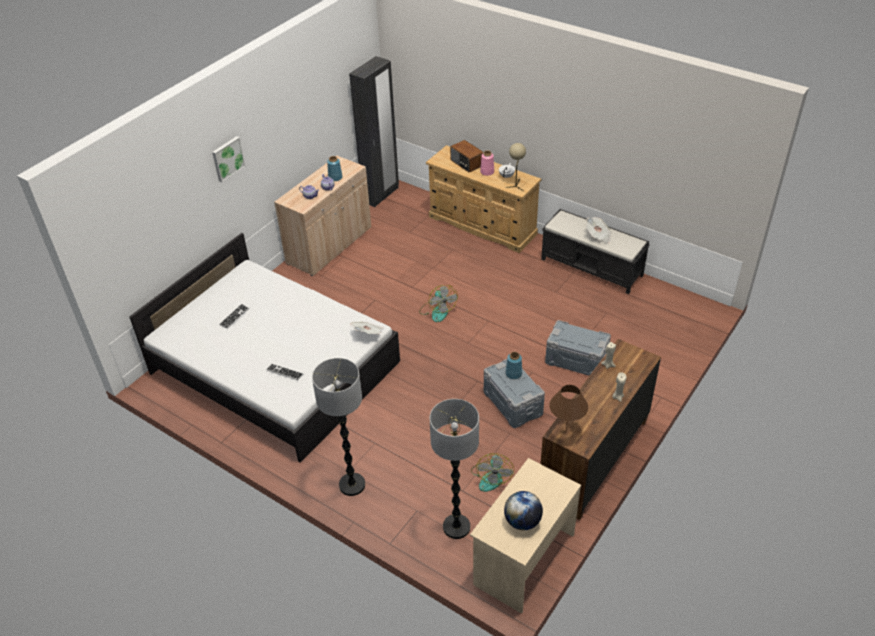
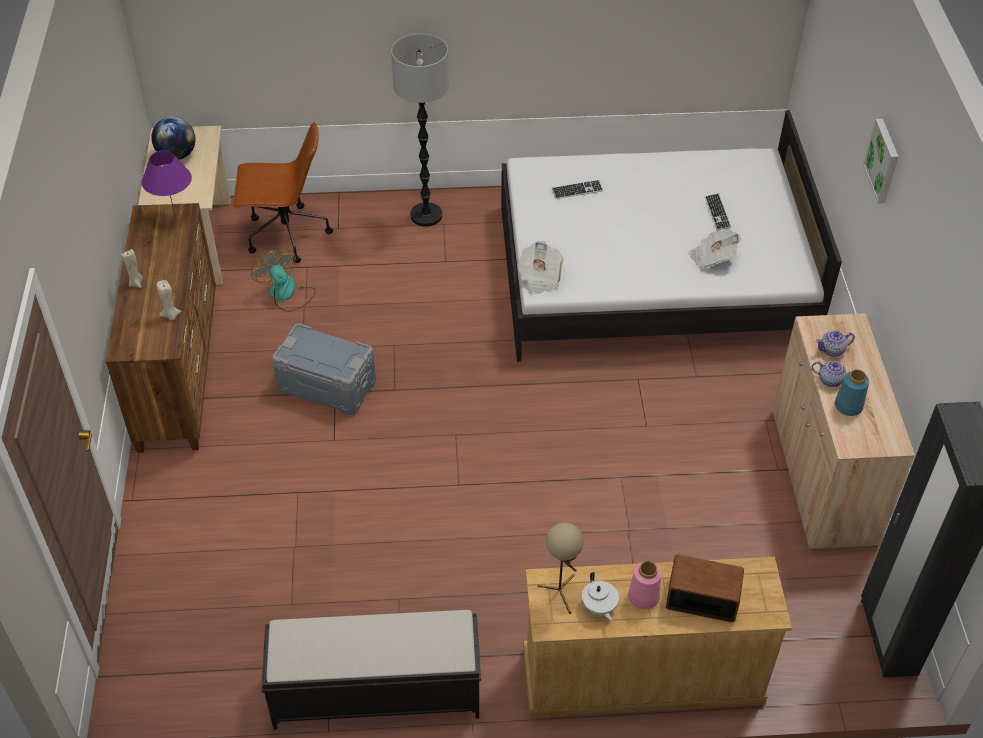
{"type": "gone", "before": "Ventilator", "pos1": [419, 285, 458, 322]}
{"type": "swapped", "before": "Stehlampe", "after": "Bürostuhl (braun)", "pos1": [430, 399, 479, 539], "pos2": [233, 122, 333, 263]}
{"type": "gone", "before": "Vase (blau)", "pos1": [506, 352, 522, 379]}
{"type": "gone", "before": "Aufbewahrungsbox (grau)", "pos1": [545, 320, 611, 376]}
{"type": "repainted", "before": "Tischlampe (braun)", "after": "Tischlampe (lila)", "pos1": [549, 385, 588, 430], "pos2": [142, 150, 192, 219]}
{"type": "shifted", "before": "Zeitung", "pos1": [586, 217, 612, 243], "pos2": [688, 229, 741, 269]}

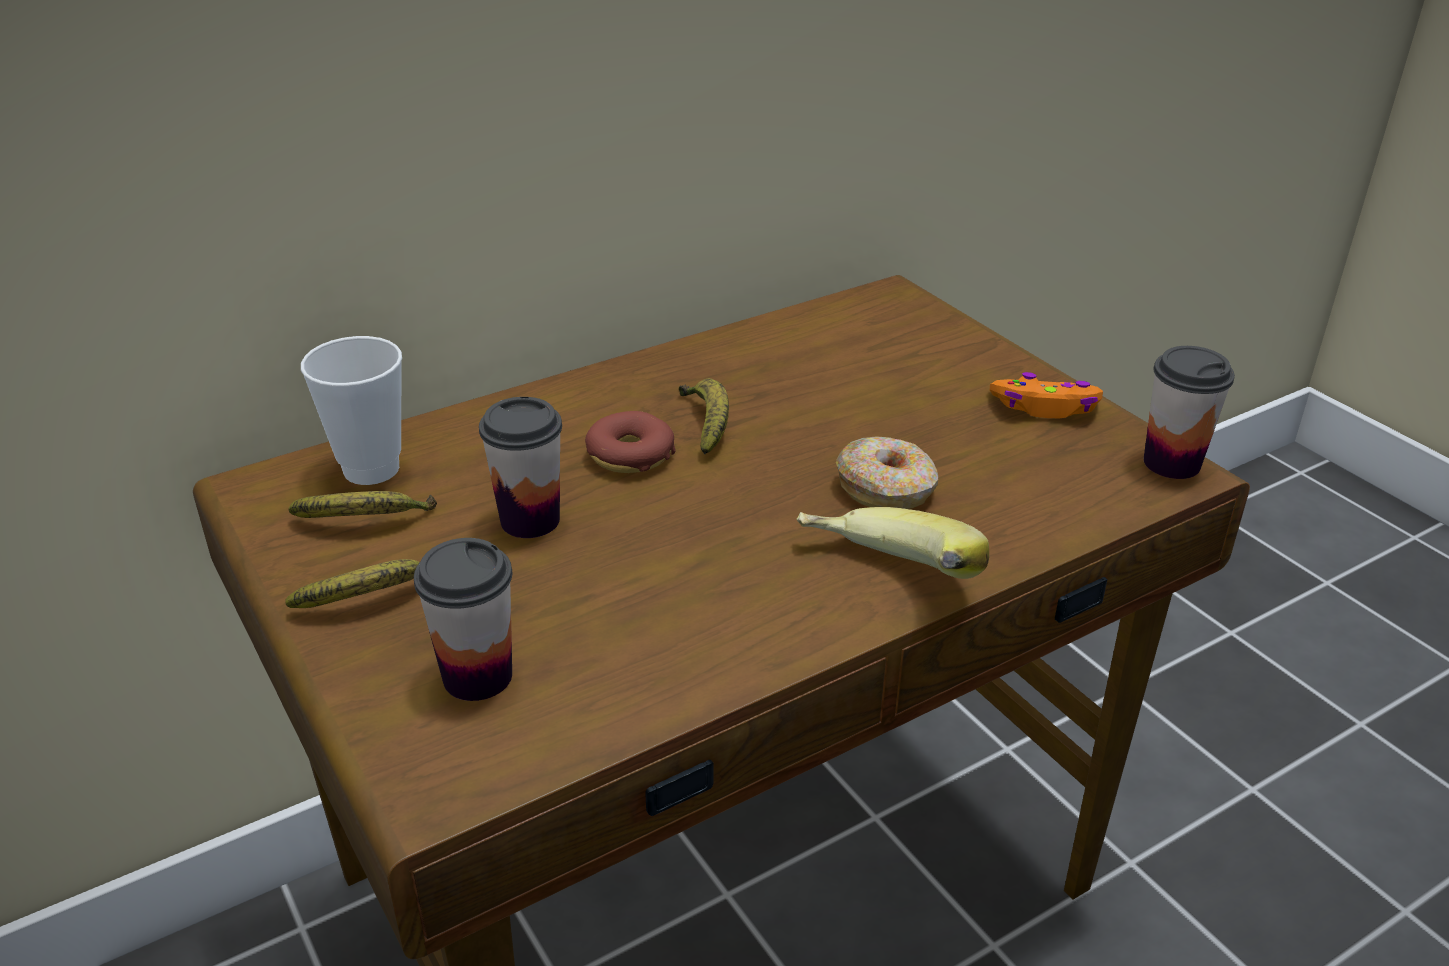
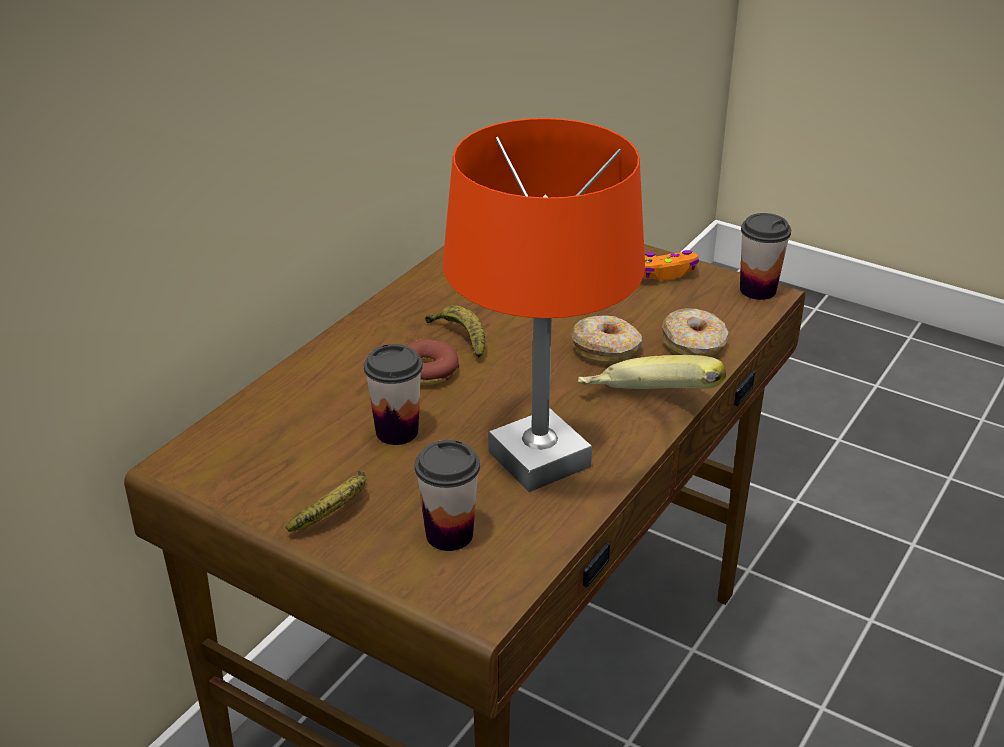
{"type": "gone", "before": "Banane", "pos1": [289, 491, 437, 518]}
{"type": "gone", "before": "Tasse", "pos1": [301, 336, 402, 485]}
{"type": "new", "after": "Tischlampe (orange)", "pos2": [443, 118, 645, 492]}
{"type": "new", "after": "Donut", "pos2": [662, 308, 729, 357]}

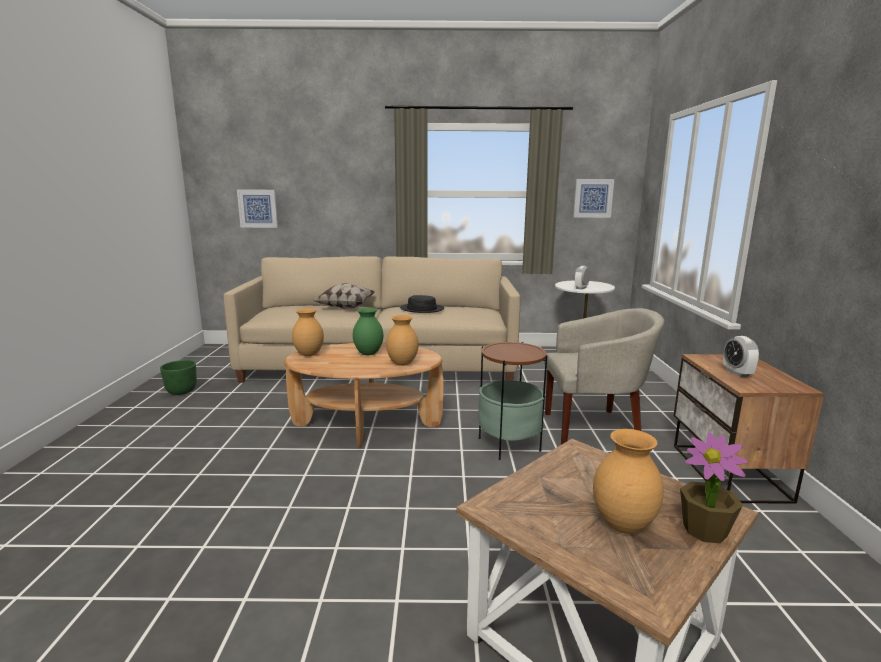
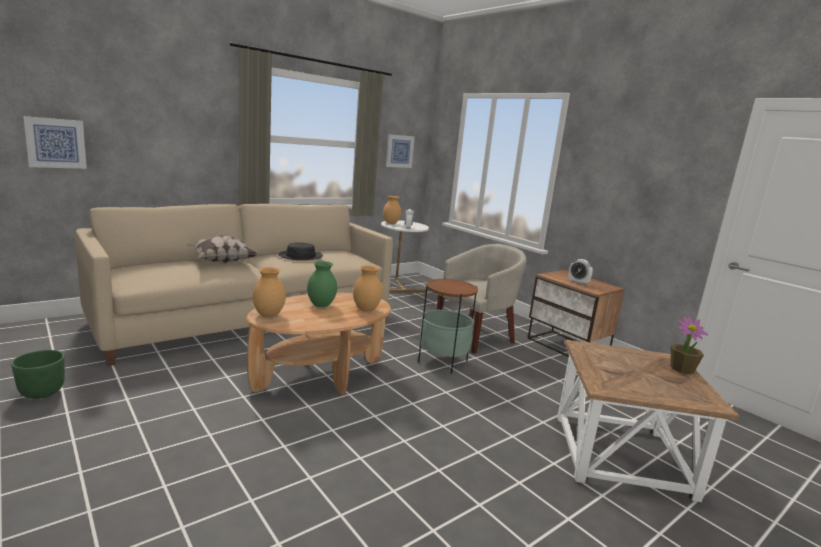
{"type": "shifted", "before": "Vase (braun)", "pos1": [593, 429, 664, 534], "pos2": [383, 196, 401, 224]}

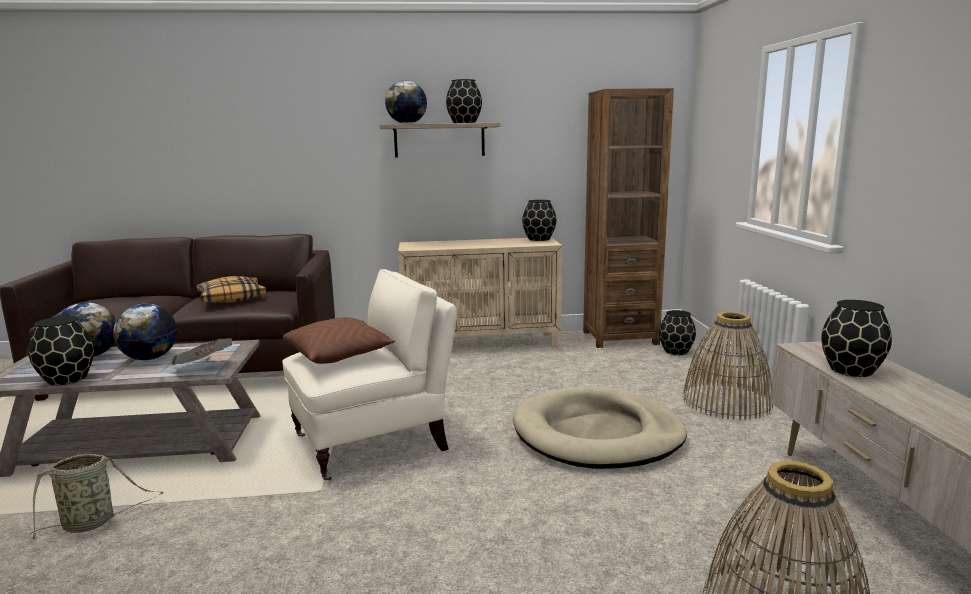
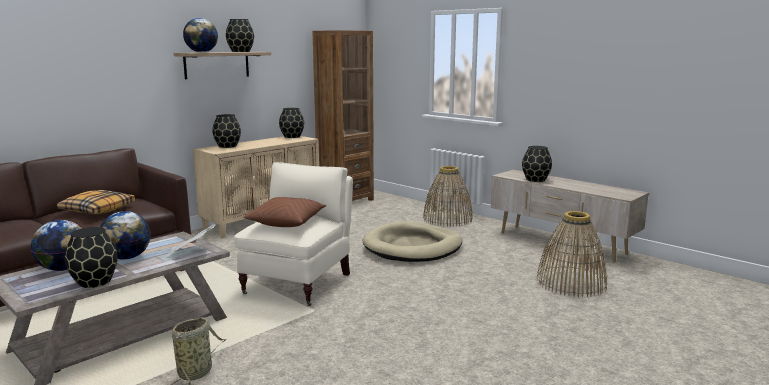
{"type": "shifted", "before": "Vase (schwarz)", "pos1": [659, 310, 696, 355], "pos2": [212, 114, 241, 148]}

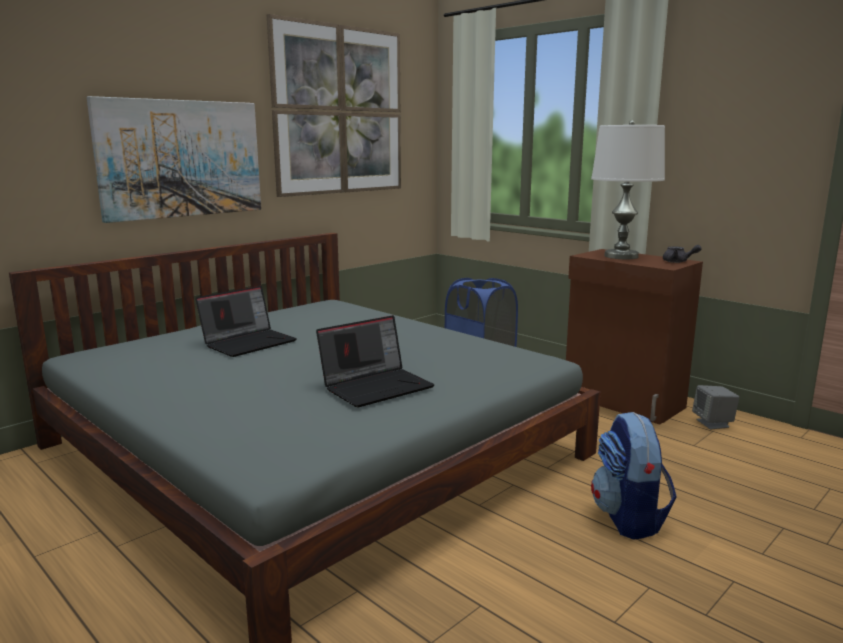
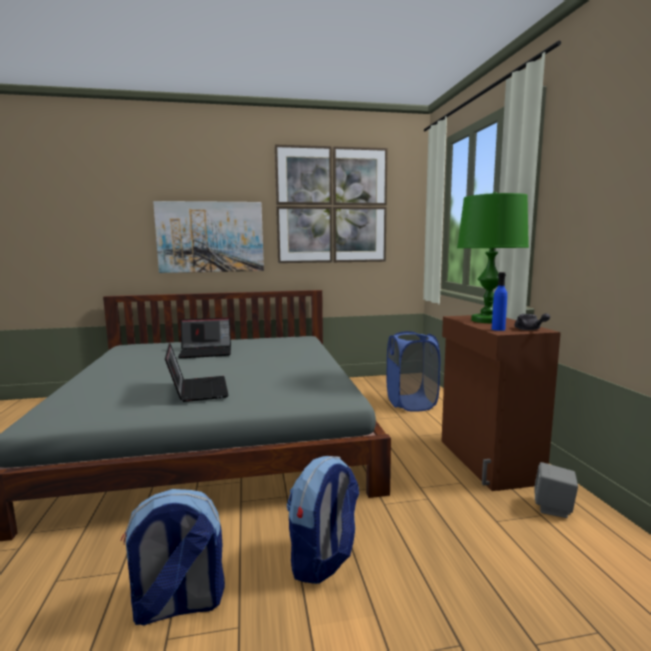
{"type": "rotated", "before": "Laptop", "pos1": [316, 315, 434, 408], "pos2": [165, 343, 229, 402], "turn": -105}
{"type": "repainted", "before": "Tischlampe (weiß)", "after": "Tischlampe (grün)", "pos1": [591, 120, 665, 259], "pos2": [457, 192, 529, 323]}
{"type": "new", "after": "Rucksack", "pos2": [121, 489, 225, 625]}
{"type": "new", "after": "Flasche (blau)", "pos2": [492, 272, 507, 331]}

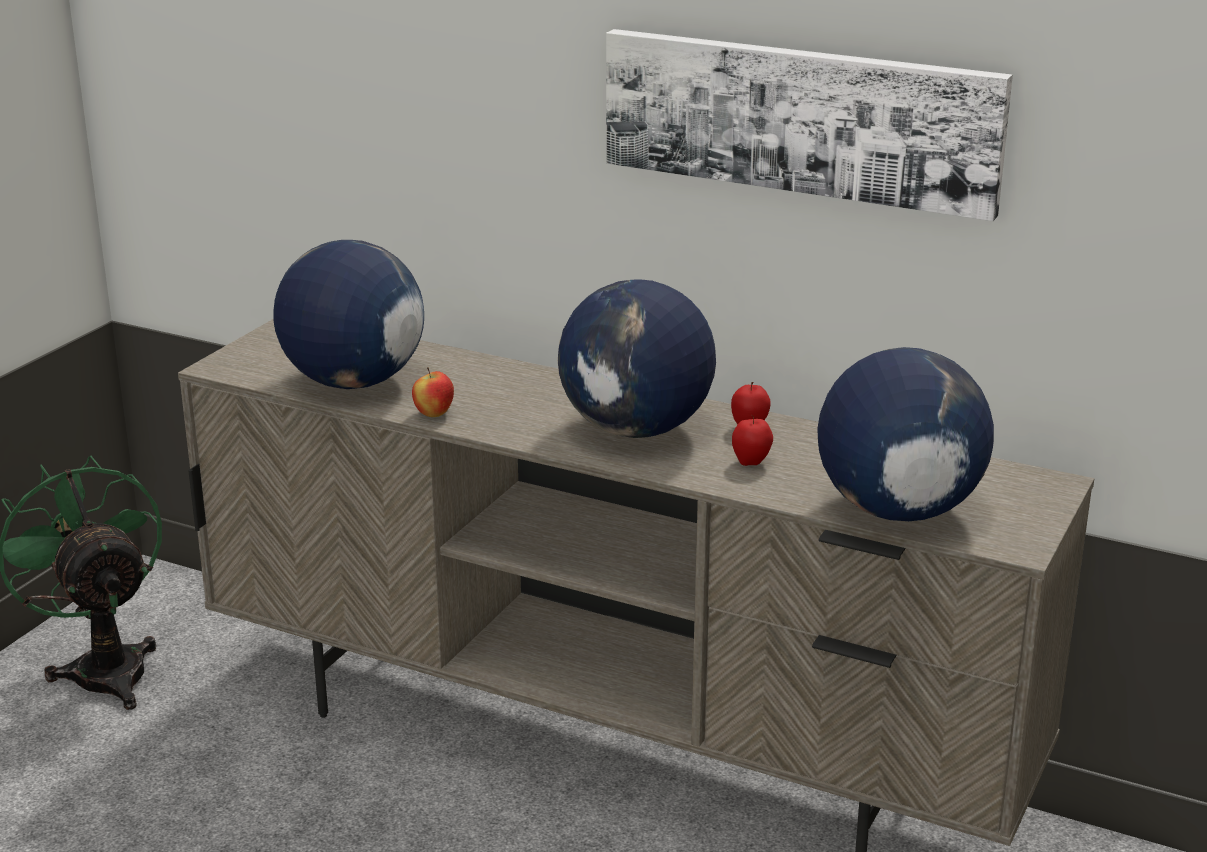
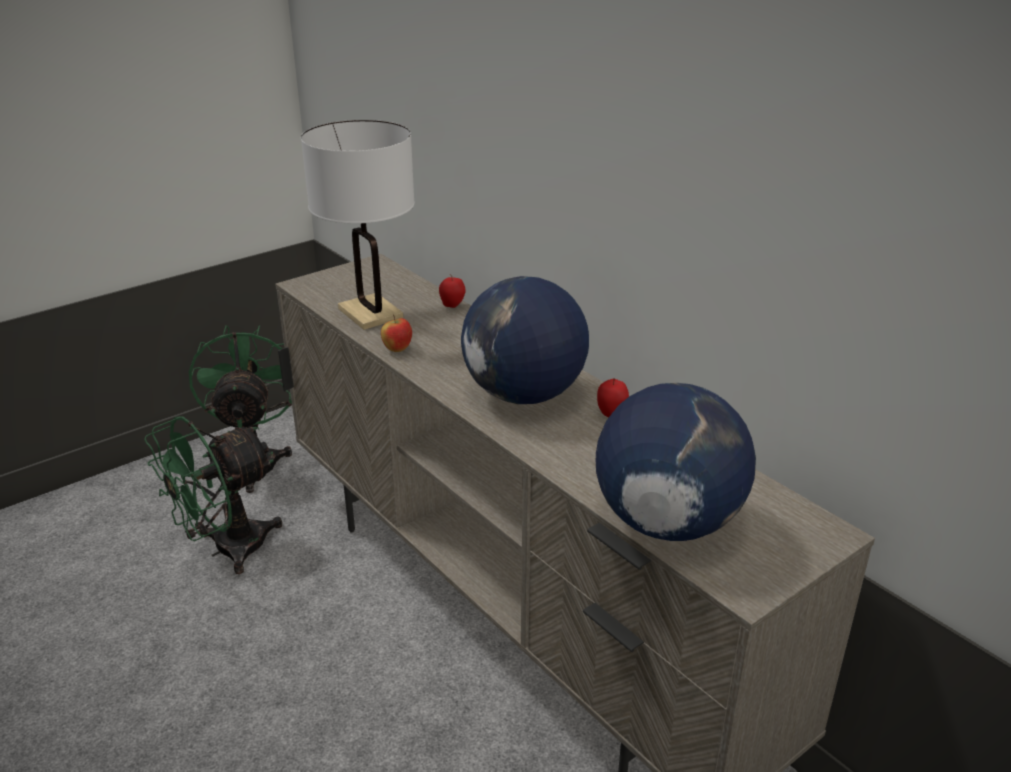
{"type": "swapped", "before": "Globus", "after": "Tischlampe (weiß)", "pos1": [273, 240, 424, 389], "pos2": [301, 120, 415, 330]}
{"type": "gone", "before": "Bild", "pos1": [606, 29, 1013, 221]}
{"type": "shifted", "before": "Apfel", "pos1": [732, 415, 773, 466], "pos2": [439, 274, 466, 308]}
{"type": "new", "after": "Ventilator (grün)", "pos2": [144, 417, 282, 574]}

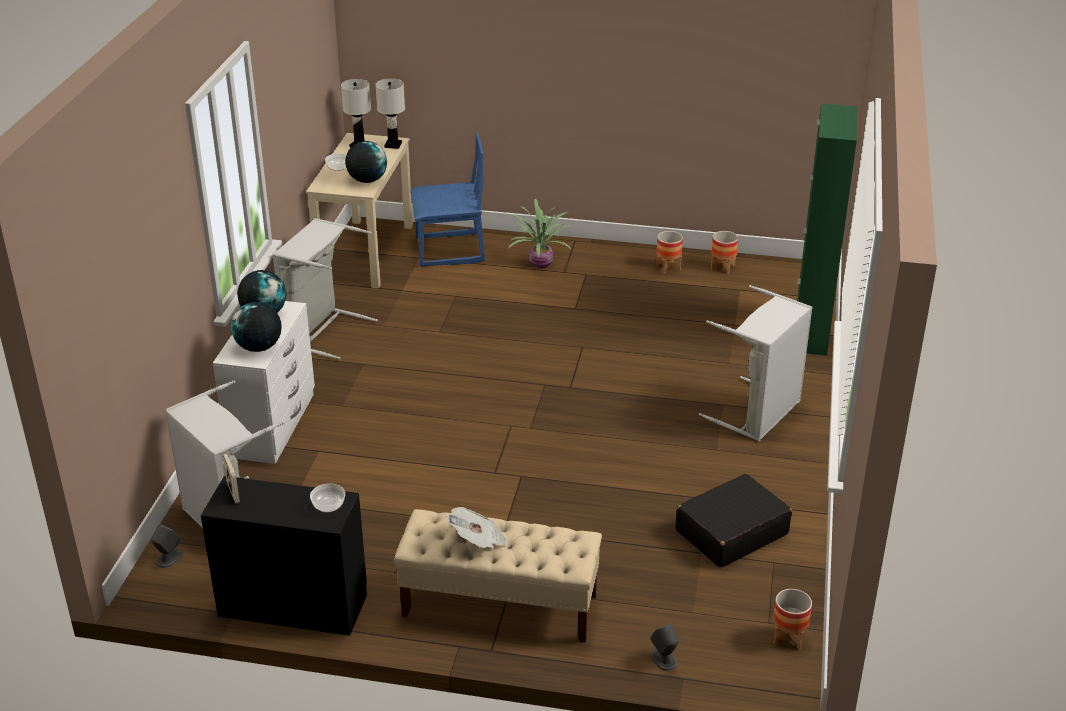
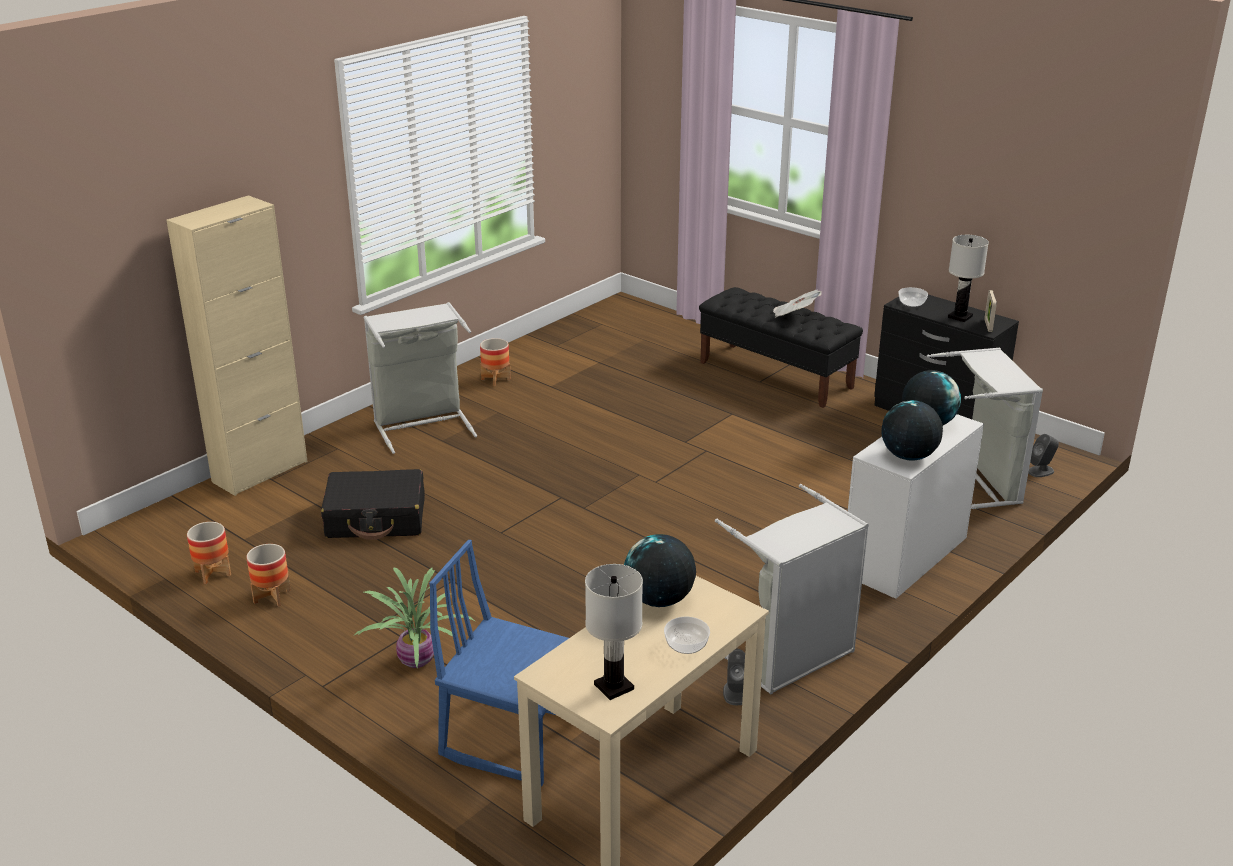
{"type": "shifted", "before": "Tischlampe (weiß)", "pos1": [375, 78, 405, 149], "pos2": [948, 235, 989, 322]}
{"type": "repainted", "before": "Bank (beige)", "after": "Bank (schwarz)", "pos1": [394, 509, 602, 643], "pos2": [699, 287, 863, 408]}
{"type": "shifted", "before": "Lautsprecher (grau)", "pos1": [651, 624, 679, 671], "pos2": [723, 649, 745, 705]}
{"type": "shifted", "before": "Koffer (schwarz)", "pos1": [676, 474, 792, 567], "pos2": [321, 469, 425, 540]}
{"type": "shifted", "before": "Pflanzkübel", "pos1": [773, 589, 812, 650], "pos2": [480, 338, 511, 387]}
{"type": "repainted", "before": "Schrank (grün)", "after": "Schrank (beige)", "pos1": [797, 104, 857, 356], "pos2": [166, 195, 308, 496]}

